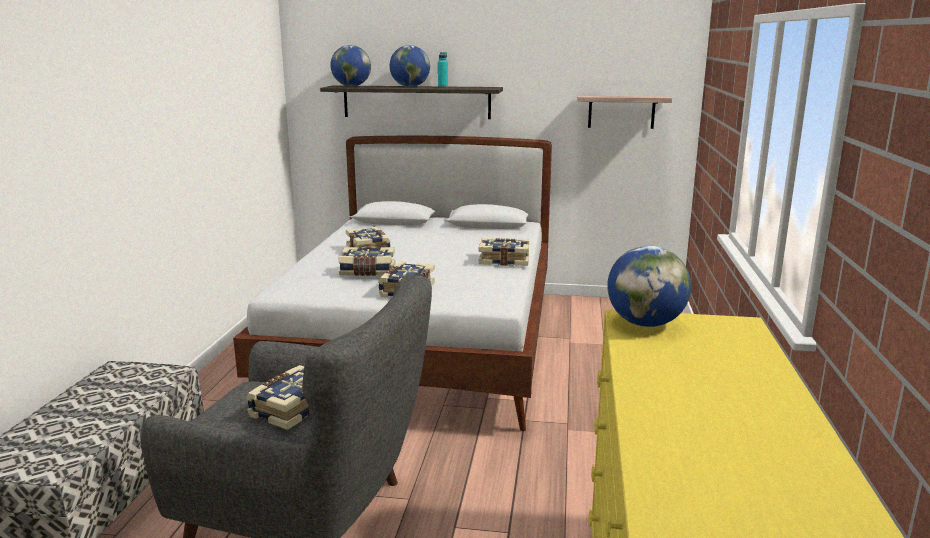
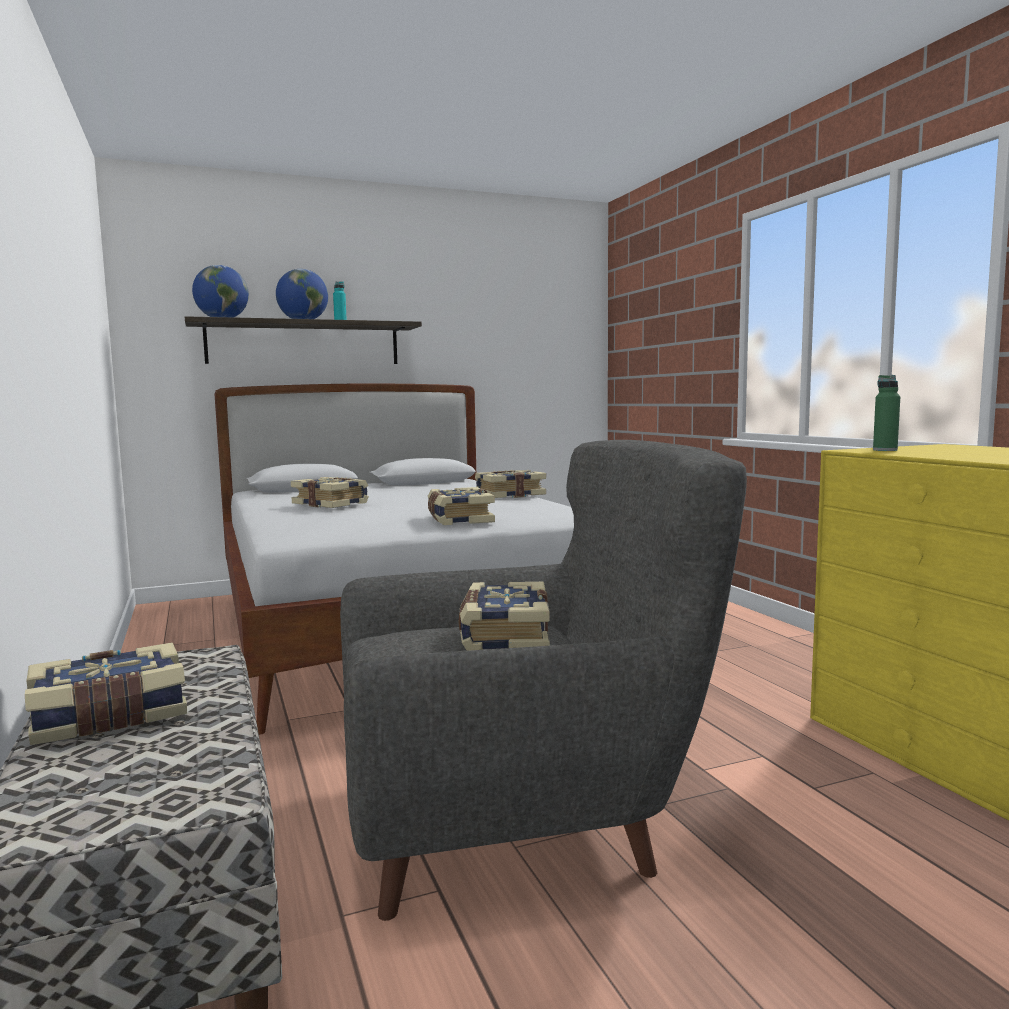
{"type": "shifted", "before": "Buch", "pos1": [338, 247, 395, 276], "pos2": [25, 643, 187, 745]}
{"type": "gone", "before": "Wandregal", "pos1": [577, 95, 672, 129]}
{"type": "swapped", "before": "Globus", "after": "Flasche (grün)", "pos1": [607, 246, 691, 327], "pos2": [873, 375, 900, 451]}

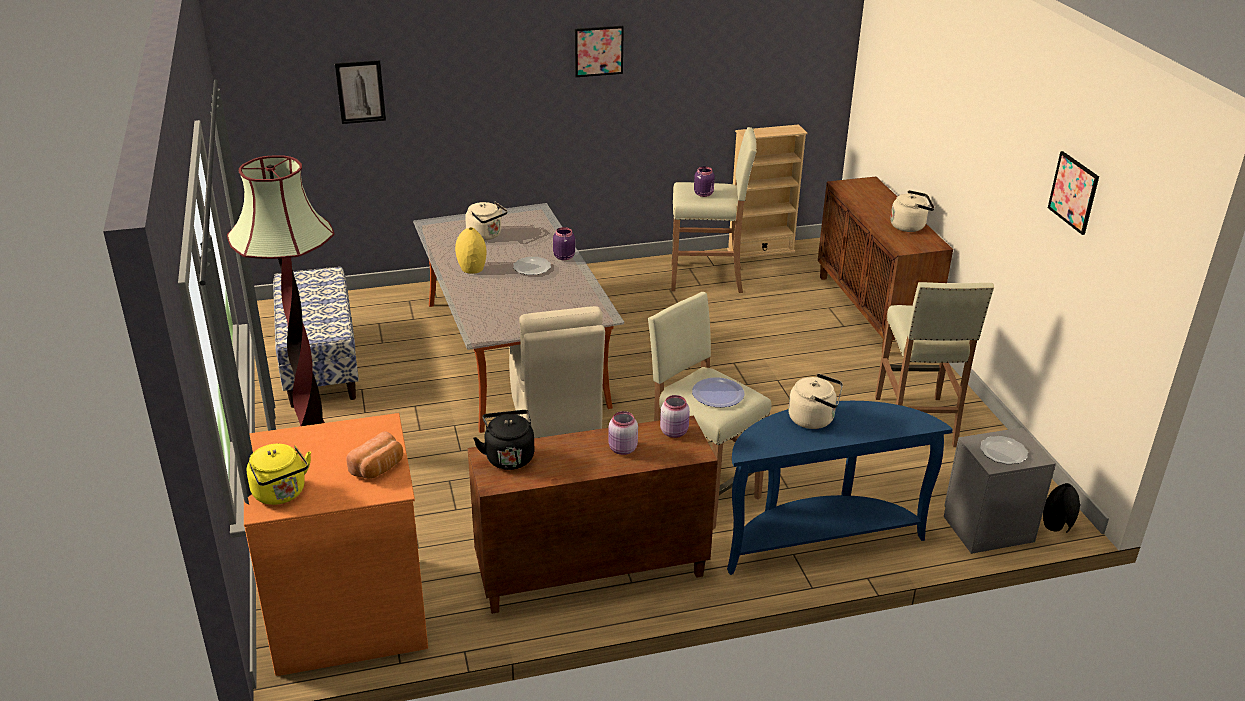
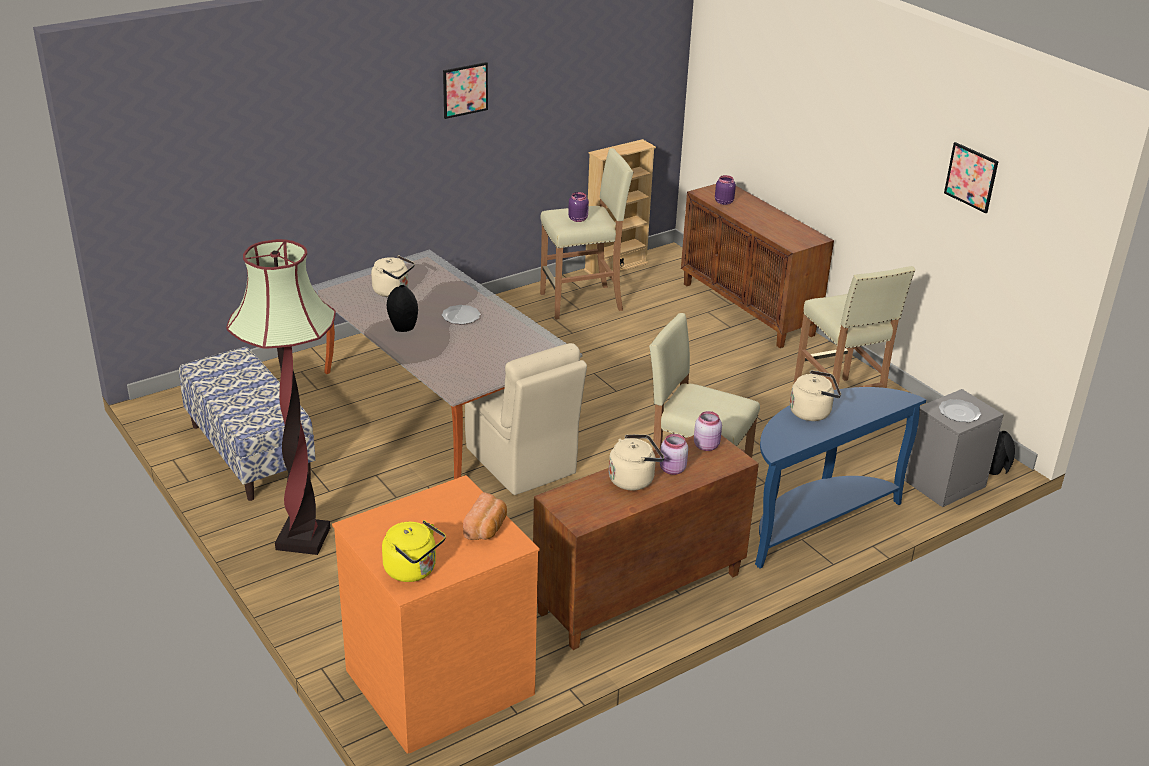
{"type": "gone", "before": "Bild", "pos1": [335, 60, 386, 124]}
{"type": "repainted", "before": "Vase (gelb)", "after": "Vase (schwarz)", "pos1": [455, 227, 486, 274], "pos2": [387, 285, 418, 332]}
{"type": "gone", "before": "Wasserkessel (schwarz)", "pos1": [473, 410, 535, 470]}
{"type": "shifted", "before": "Vorratsglas (lila)", "pos1": [553, 227, 575, 260], "pos2": [715, 175, 736, 205]}
{"type": "gone", "before": "Teller", "pos1": [692, 377, 745, 407]}
{"type": "shifted", "before": "Wasserkessel (beige)", "pos1": [890, 190, 935, 232], "pos2": [609, 434, 664, 490]}

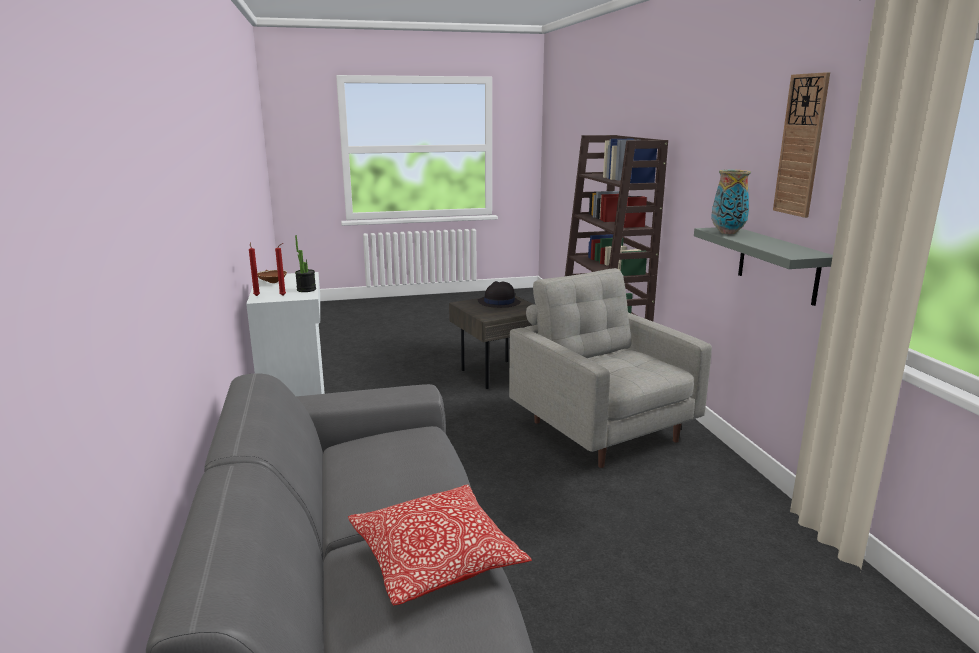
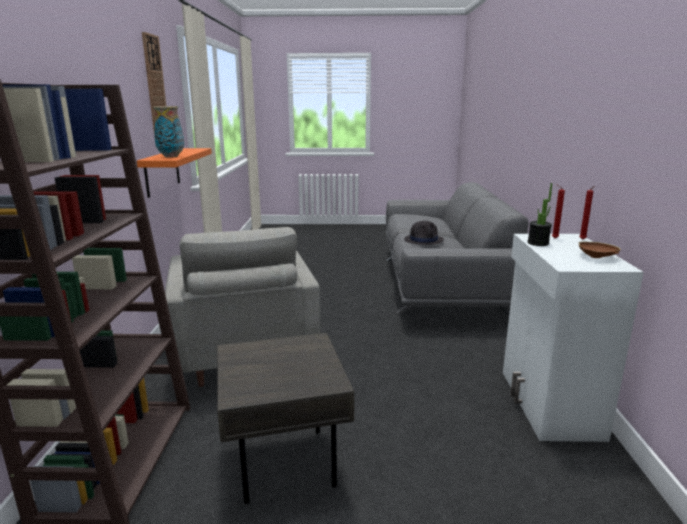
{"type": "gone", "before": "Kissen", "pos1": [348, 485, 532, 605]}
{"type": "shifted", "before": "Hut (schwarz)", "pos1": [478, 281, 521, 308], "pos2": [404, 221, 444, 245]}
{"type": "repainted", "before": "Wandregal (grau)", "after": "Wandregal (orange)", "pos1": [694, 227, 833, 306], "pos2": [137, 148, 212, 198]}

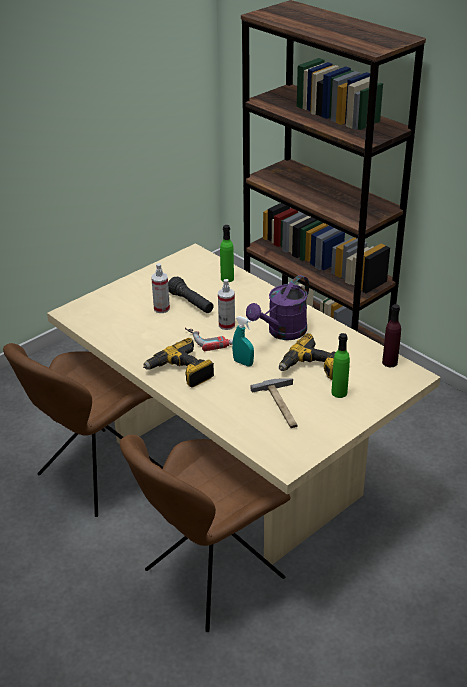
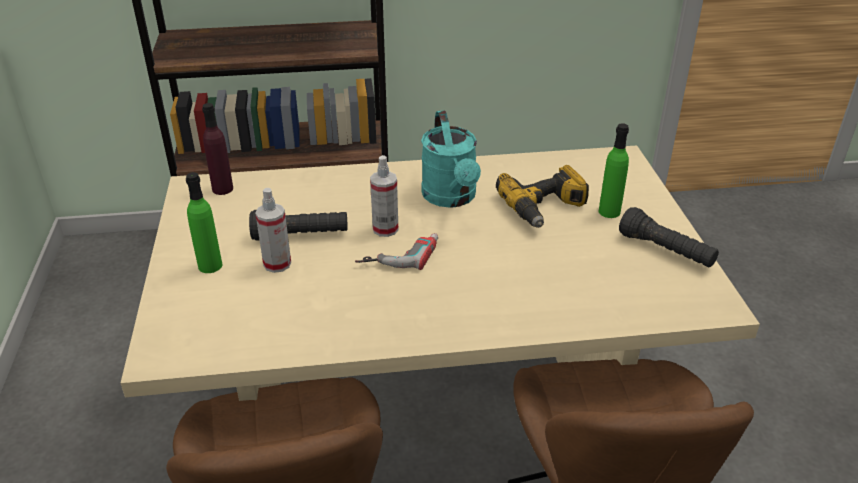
{"type": "gone", "before": "Bohrmaschine", "pos1": [143, 338, 214, 388]}
{"type": "shifted", "before": "Flasche (grün)", "pos1": [220, 225, 234, 282], "pos2": [186, 172, 222, 273]}
{"type": "gone", "before": "Sprühflasche (türkis)", "pos1": [232, 316, 254, 366]}
{"type": "repainted", "before": "Gießkanne (lila)", "after": "Gießkanne (türkis)", "pos1": [246, 275, 309, 340], "pos2": [421, 110, 481, 208]}
{"type": "gone", "before": "Hammer", "pos1": [250, 378, 297, 428]}
{"type": "shifted", "before": "Flasche (lila)", "pos1": [382, 304, 401, 367], "pos2": [202, 103, 233, 195]}
{"type": "new", "after": "Taschenlampe (schwarz)", "pos2": [619, 207, 719, 267]}

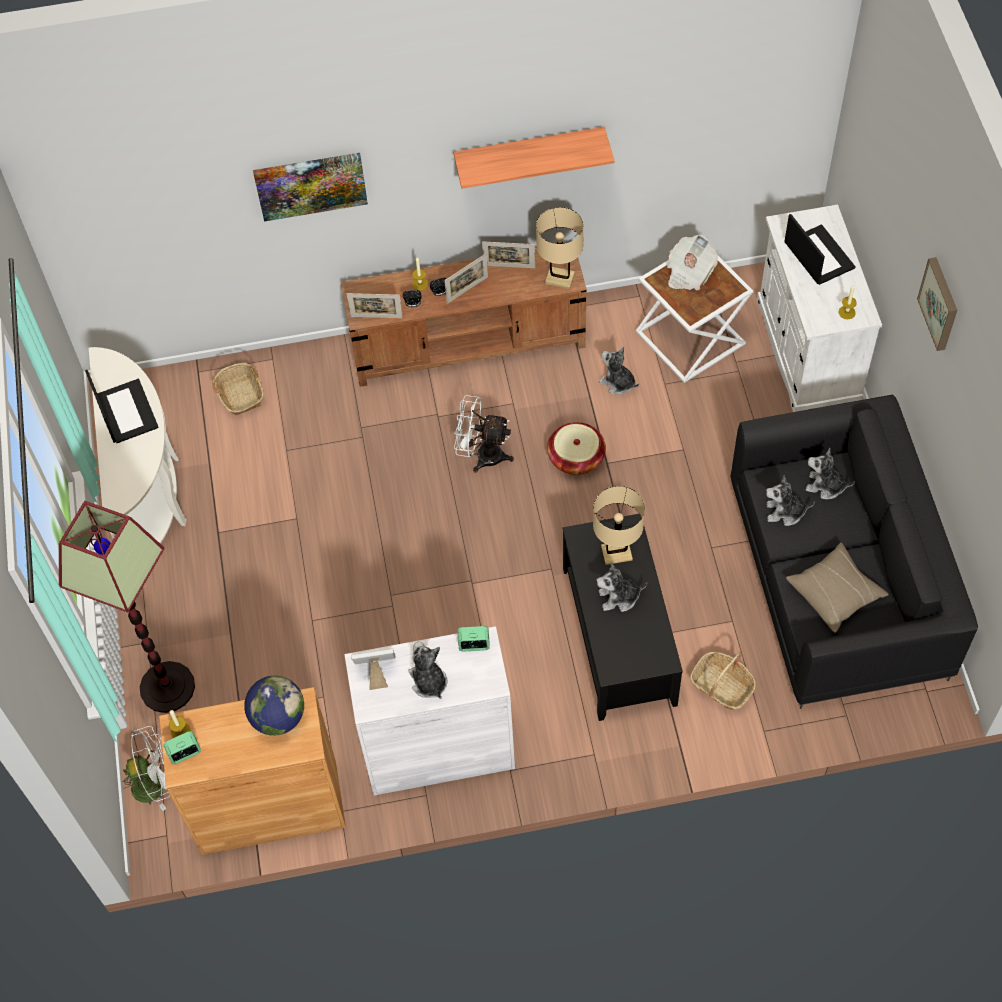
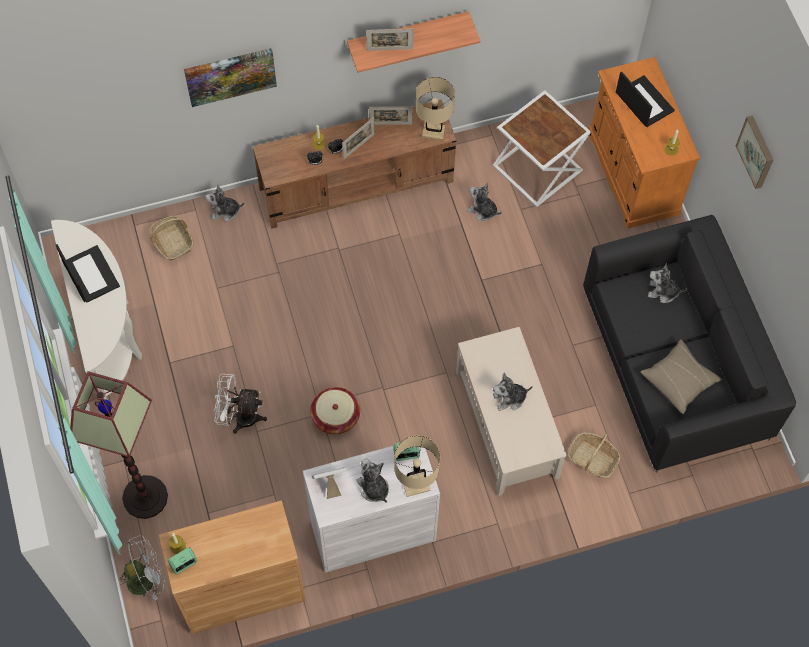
{"type": "gone", "before": "Globus", "pos1": [244, 676, 304, 735]}
{"type": "shifted", "before": "Bilderrahmen", "pos1": [346, 293, 403, 318], "pos2": [366, 28, 413, 51]}
{"type": "shifted", "before": "Ventilator (weiß)", "pos1": [454, 395, 514, 473], "pos2": [214, 374, 267, 434]}
{"type": "shifted", "before": "Korb", "pos1": [547, 422, 606, 475], "pos2": [310, 387, 360, 435]}
{"type": "repainted", "before": "Couchtisch (schwarz)", "after": "Couchtisch (beige)", "pos1": [563, 514, 683, 721], "pos2": [456, 327, 567, 496]}
{"type": "shifted", "before": "Tischlampe (beige)", "pos1": [593, 486, 645, 565], "pos2": [394, 436, 440, 497]}
{"type": "gone", "before": "Zeitung", "pos1": [667, 235, 718, 291]}
{"type": "repainted", "before": "Schrank (weiß)", "after": "Schrank (orange)", "pos1": [757, 205, 882, 412], "pos2": [589, 57, 700, 228]}
{"type": "shifted", "before": "Plüschtier", "pos1": [766, 475, 815, 526], "pos2": [205, 184, 244, 222]}

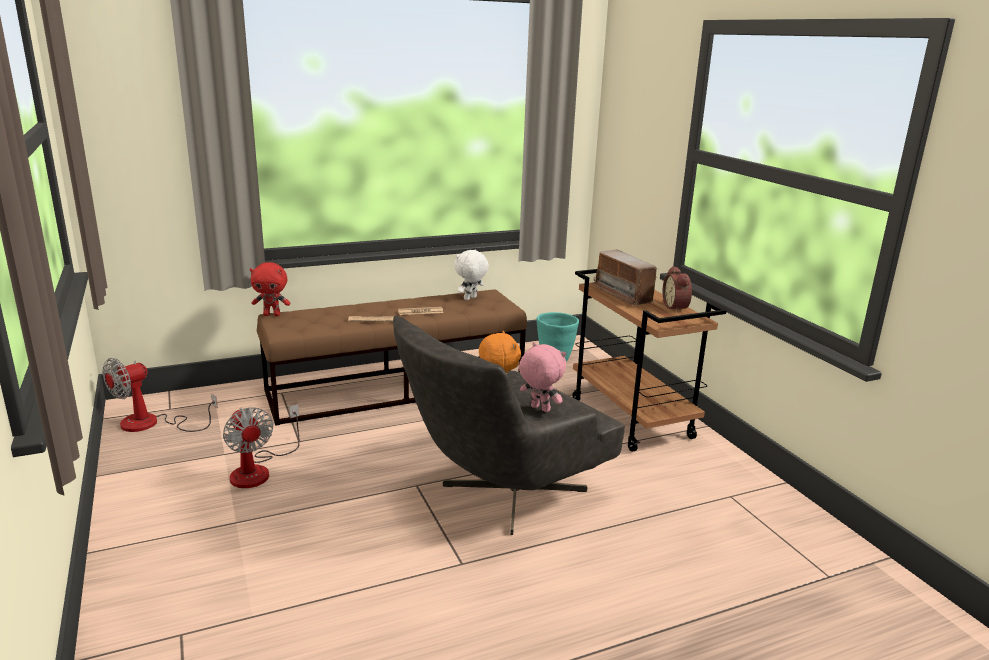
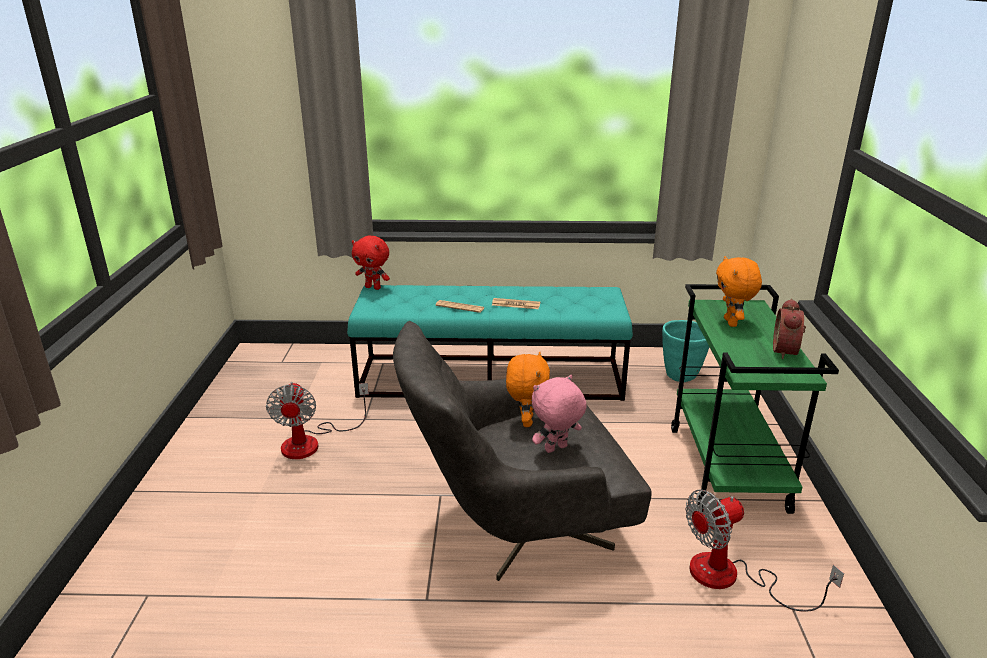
{"type": "shifted", "before": "Ventilator", "pos1": [103, 358, 218, 432], "pos2": [685, 489, 844, 612]}
{"type": "repainted", "before": "Bank (braun)", "after": "Bank (türkis)", "pos1": [257, 290, 527, 426], "pos2": [347, 285, 633, 401]}
{"type": "gone", "before": "Plüschtier (weiß)", "pos1": [454, 249, 489, 300]}
{"type": "rotated", "before": "Plüschtier (rosa)", "pos1": [519, 342, 566, 412], "pos2": [532, 375, 587, 453], "turn": -90}
{"type": "repainted", "before": "Rollwagen (braun)", "after": "Rollwagen (grün)", "pos1": [572, 269, 726, 452], "pos2": [671, 284, 839, 514]}
{"type": "swapped", "before": "Radio", "after": "Plüschtier (orange)", "pos1": [593, 250, 659, 306], "pos2": [716, 256, 762, 327]}

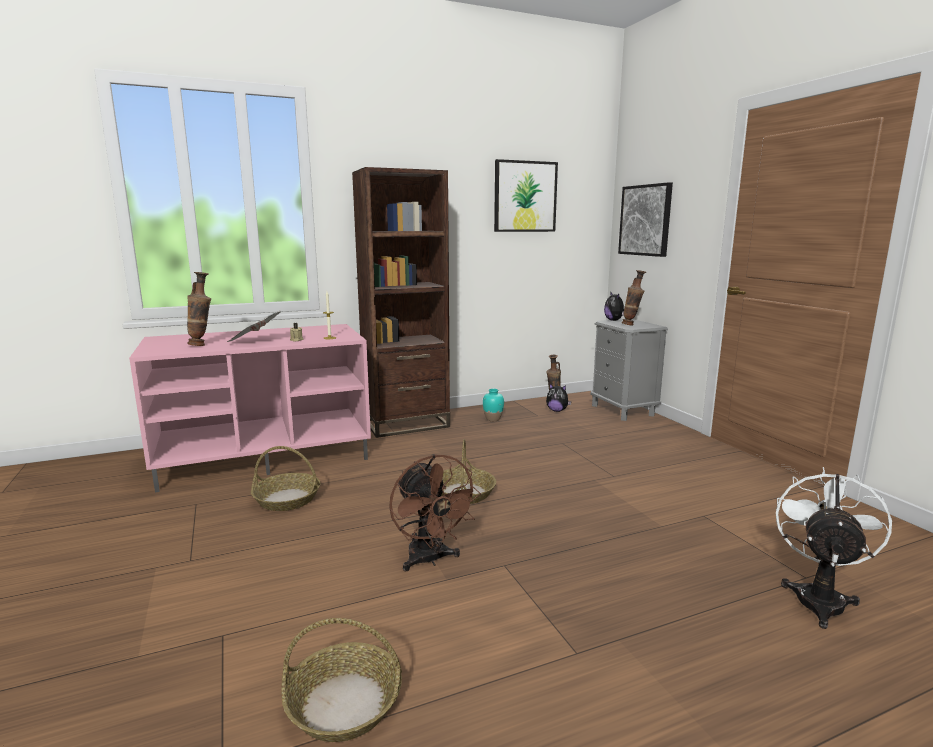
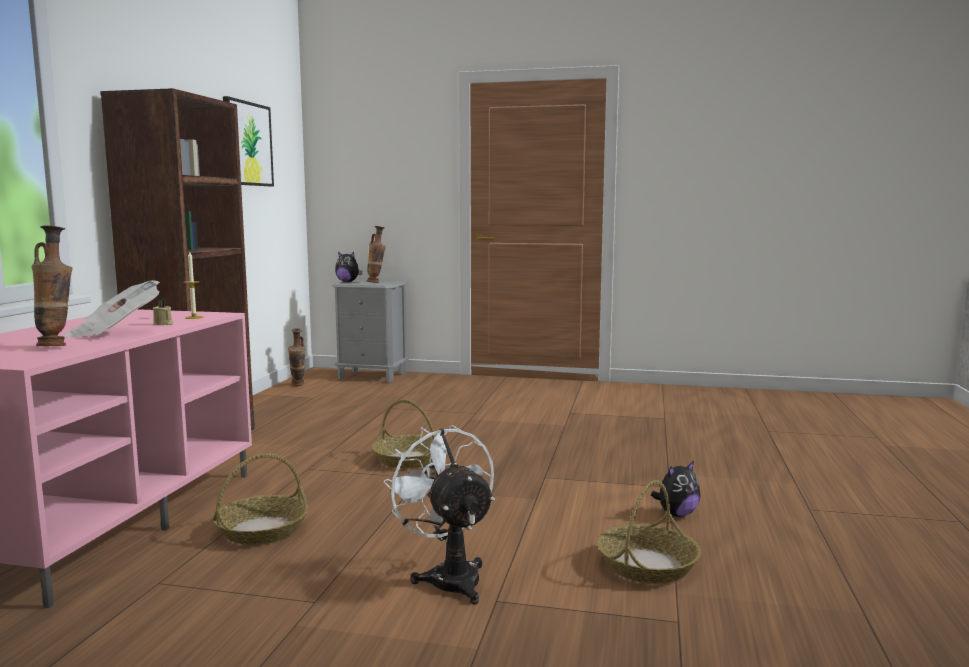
{"type": "gone", "before": "Ventilator (braun)", "pos1": [389, 454, 481, 571]}
{"type": "gone", "before": "Vase (türkis)", "pos1": [483, 389, 504, 421]}
{"type": "shifted", "before": "Plüschtier", "pos1": [546, 384, 572, 412], "pos2": [651, 461, 701, 517]}
{"type": "gone", "before": "Bild", "pos1": [618, 182, 673, 257]}
{"type": "shifted", "before": "Ventilator (weiß)", "pos1": [776, 467, 892, 629], "pos2": [383, 425, 495, 604]}

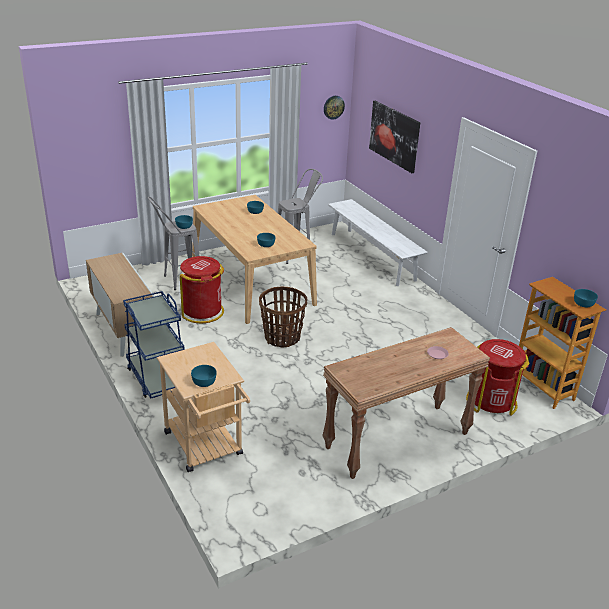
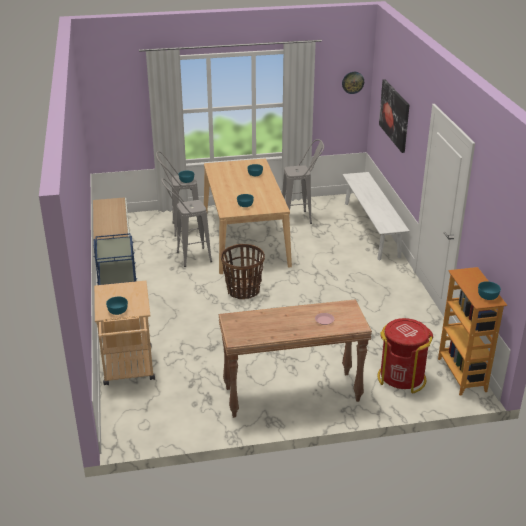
{"type": "swapped", "before": "Mülleimer (rot)", "after": "Hocker (grau)", "pos1": [180, 256, 224, 324], "pos2": [161, 178, 212, 267]}

